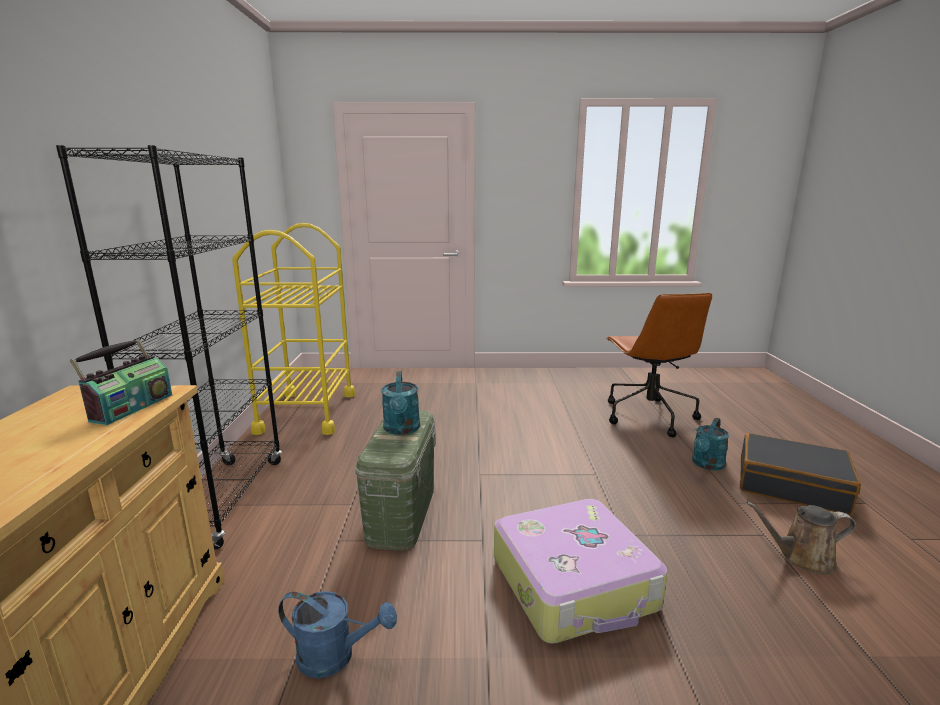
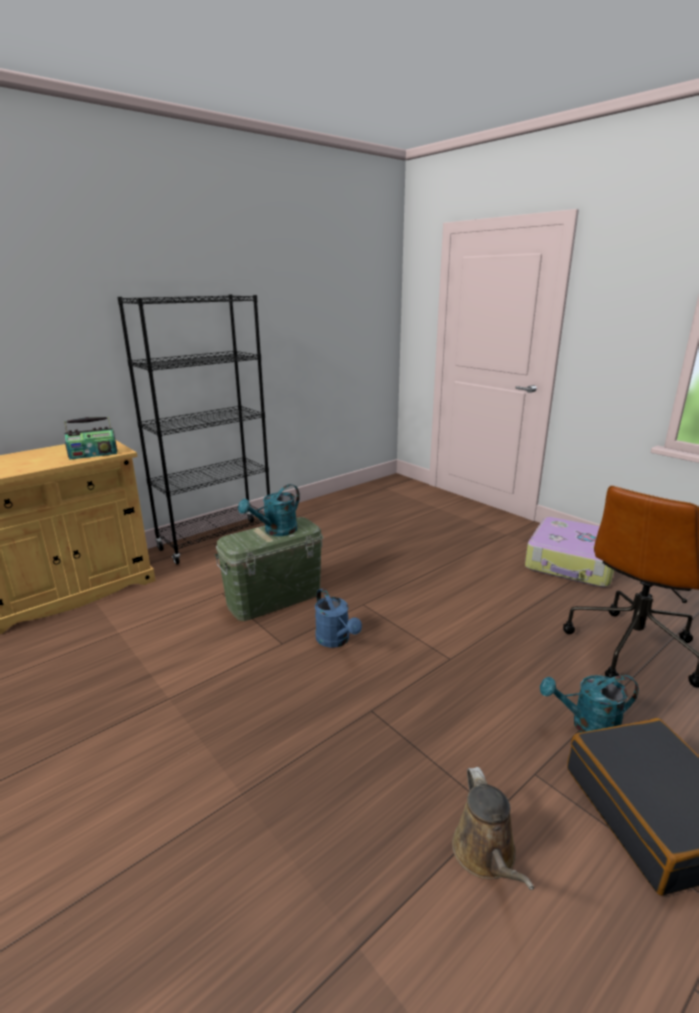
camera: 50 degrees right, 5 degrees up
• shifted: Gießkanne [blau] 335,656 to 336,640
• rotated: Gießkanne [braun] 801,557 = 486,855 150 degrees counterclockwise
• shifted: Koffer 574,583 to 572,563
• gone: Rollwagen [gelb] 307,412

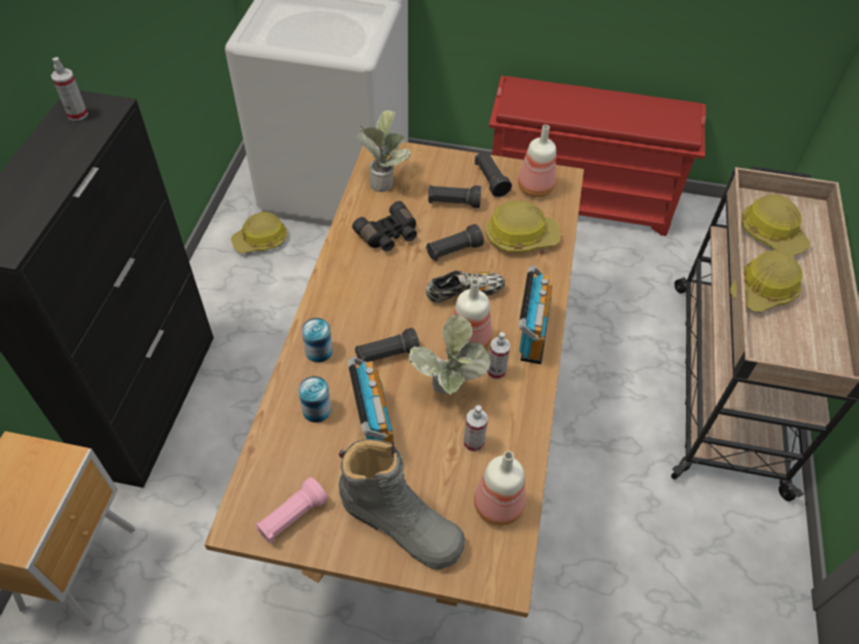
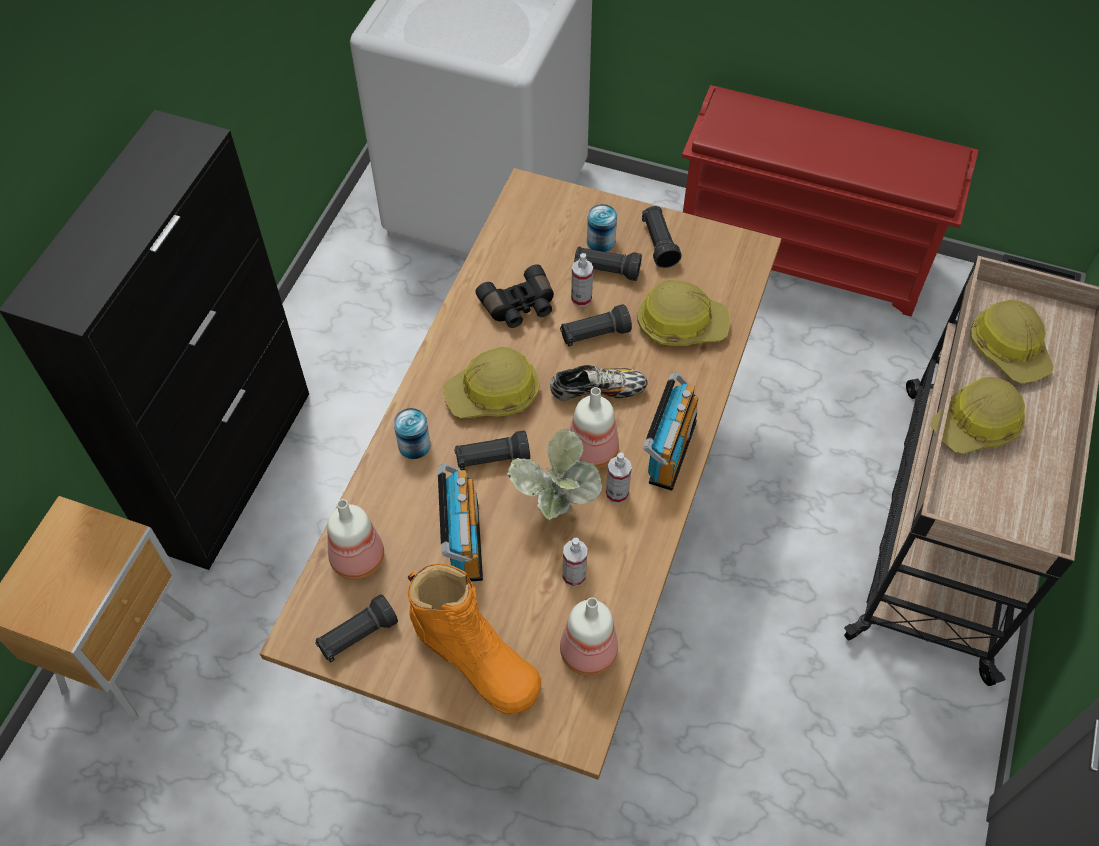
camera: 10 degrees right, 5 degrees up
• repainted: Taschenlampe [rosa] 292,517 to Taschenlampe [schwarz] 357,635
• shifted: Flasche 535,189 to 358,560
• repainted: Stiefel [grau] 401,523 to Stiefel [orange] 476,658
• shifted: Schutzhelm 261,240 to 493,394
• shifted: Sprühflasche 77,114 to 581,298
• shifted: Dose 316,410 to 601,241
• gone: Topfpflanze 384,180

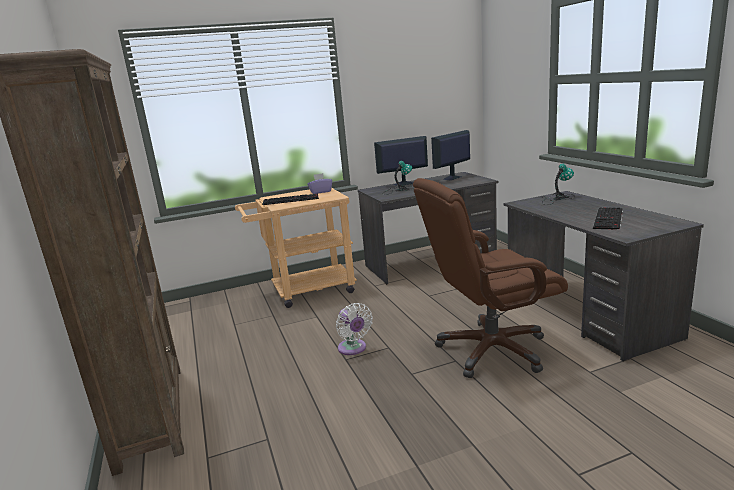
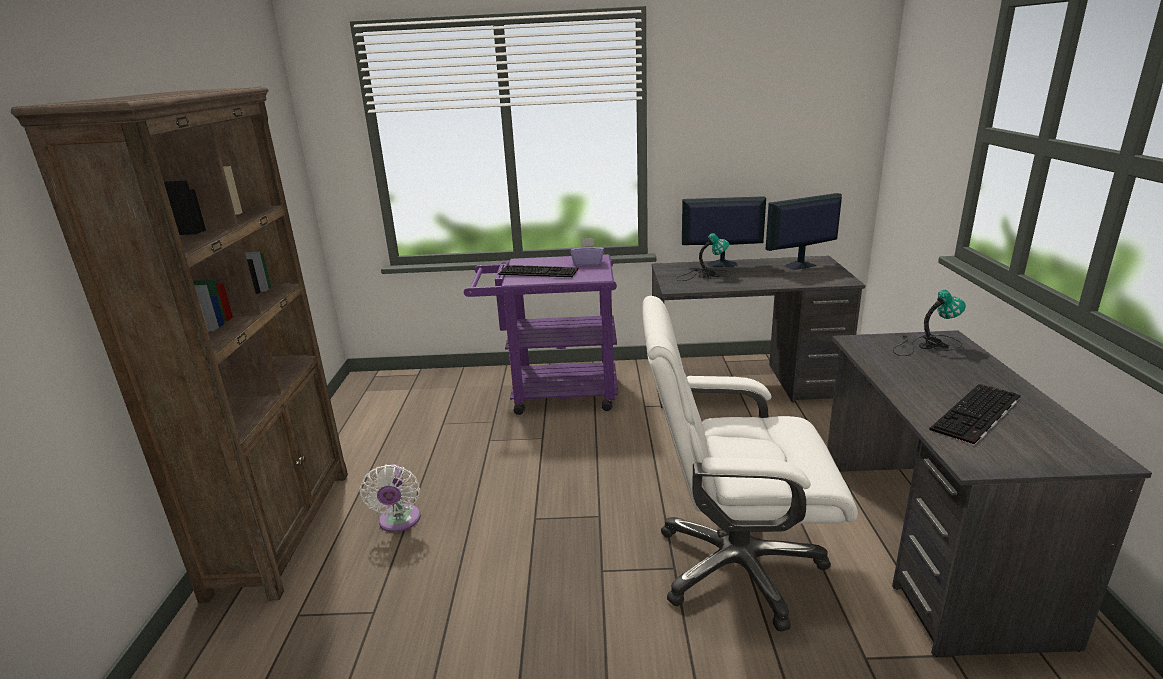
camera: 20 degrees right, 5 degrees up
• shifted: Ventilator [weiß] 353,349 to 399,522
• repainted: Rollwagen [beige] 305,291 to Rollwagen [lila] 553,393
• repainted: Bürostuhl [braun] 491,350 to Bürostuhl [weiß] 735,566

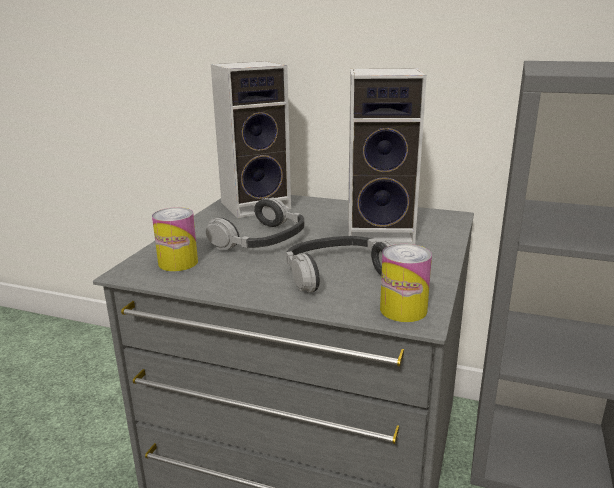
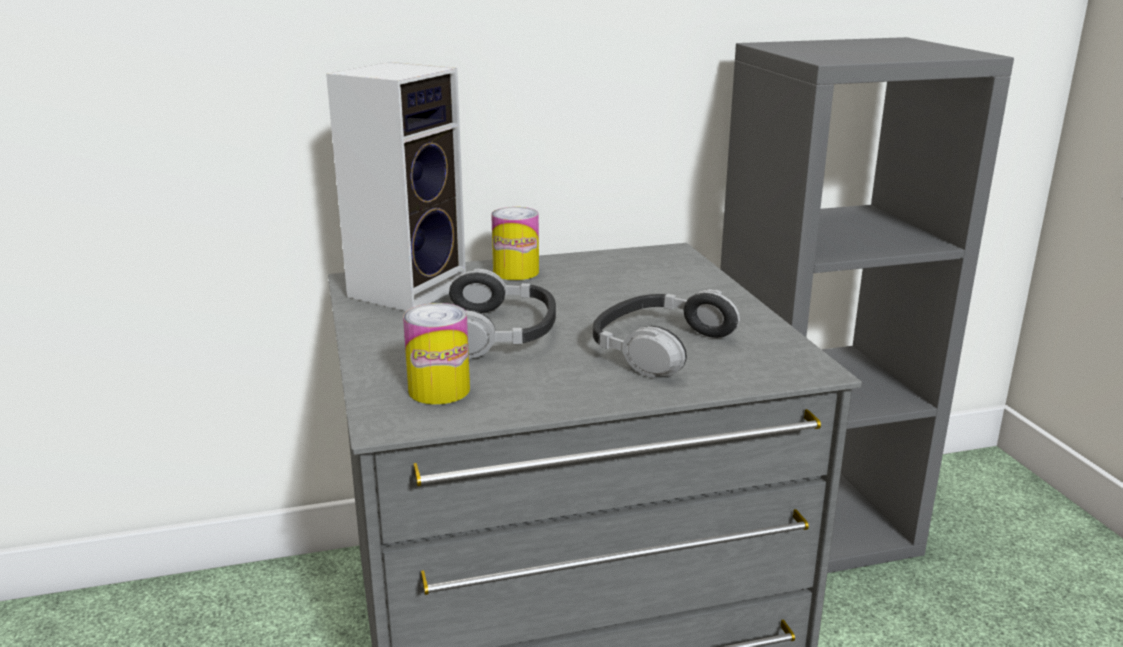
camera: 35 degrees left, 0 degrees up
• shifted: Dose 403,310 to 516,272
• gone: Lautsprecher 382,232

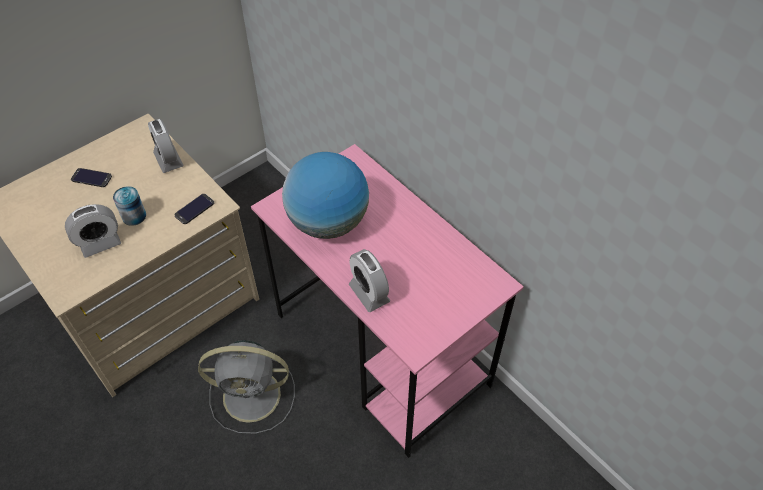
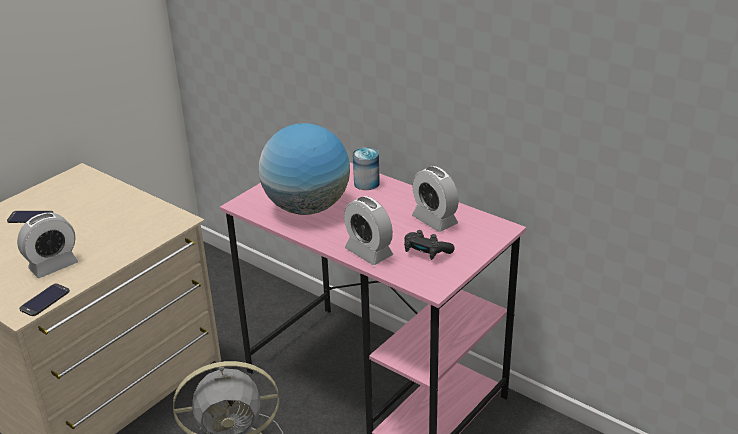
camera: 10 degrees left, 20 degrees down
• shifted: Handy 194,209 to 45,300
• shifted: Dose 134,216 to 366,183
• new: Gamepad [schwarz] 426,252
• shifted: Wecker 168,159 to 434,220

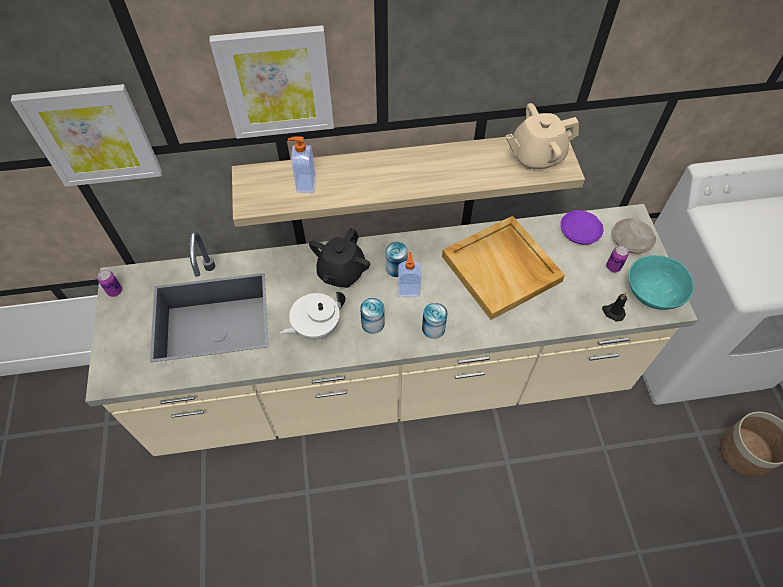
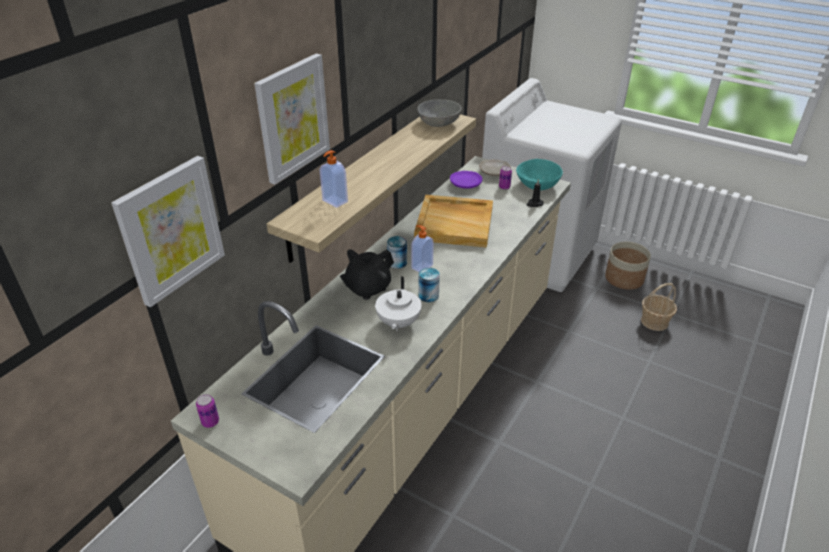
camera: 50 degrees left, 20 degrees down
• rotated: Teekanne [schwarz] 341,272 = 367,288 75 degrees clockwise
• swapped: Teekanne [beige] 535,156 to Schüssel [grau] 438,122
• new: Korb 654,321
• gone: Dose 433,328

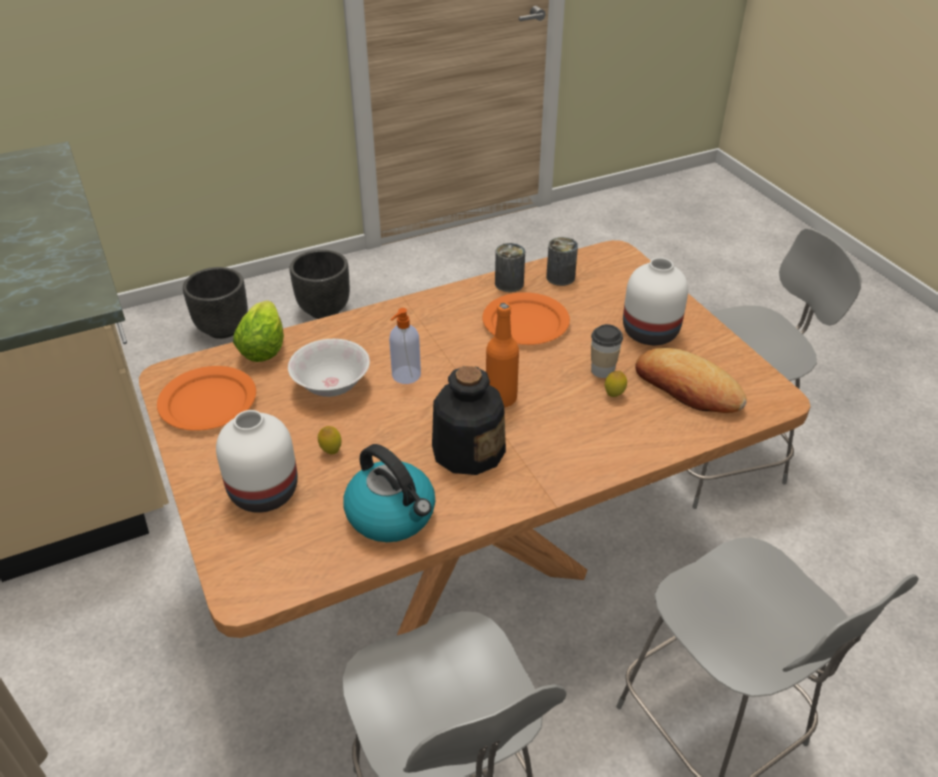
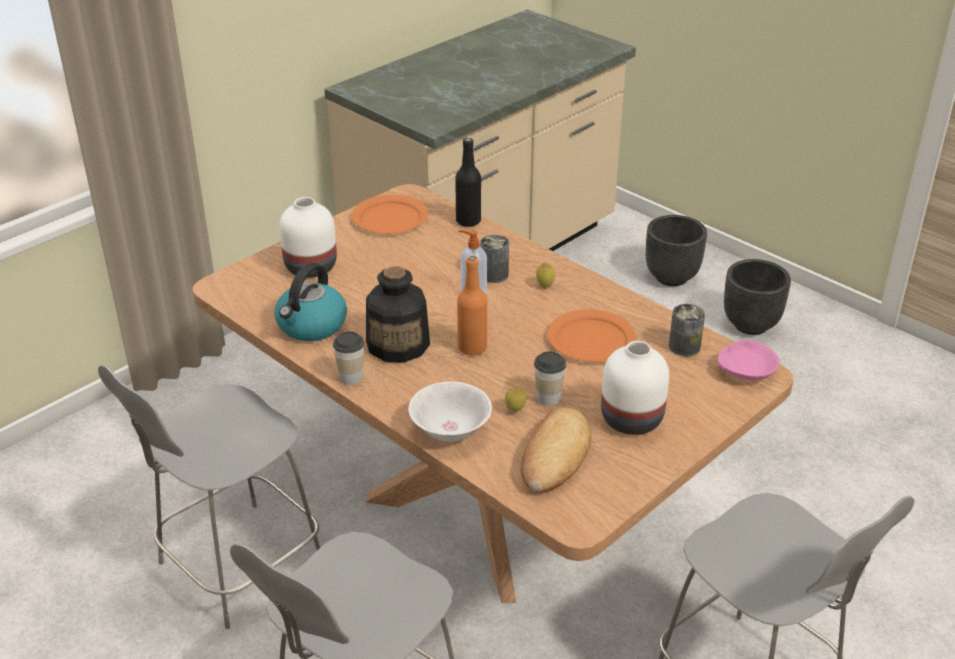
camera: 70 degrees right, 5 degrees down
• new: Tasse 351,377
• shifted: Schüssel [weiß] 331,386 to 450,430
• swapped: Salatkopf 264,346 to Flasche [schwarz] 468,221
• shifted: Dose 509,283 to 494,275
• shifted: Zitrone 331,451 to 545,286
• new: Schüssel [rosa] 745,371

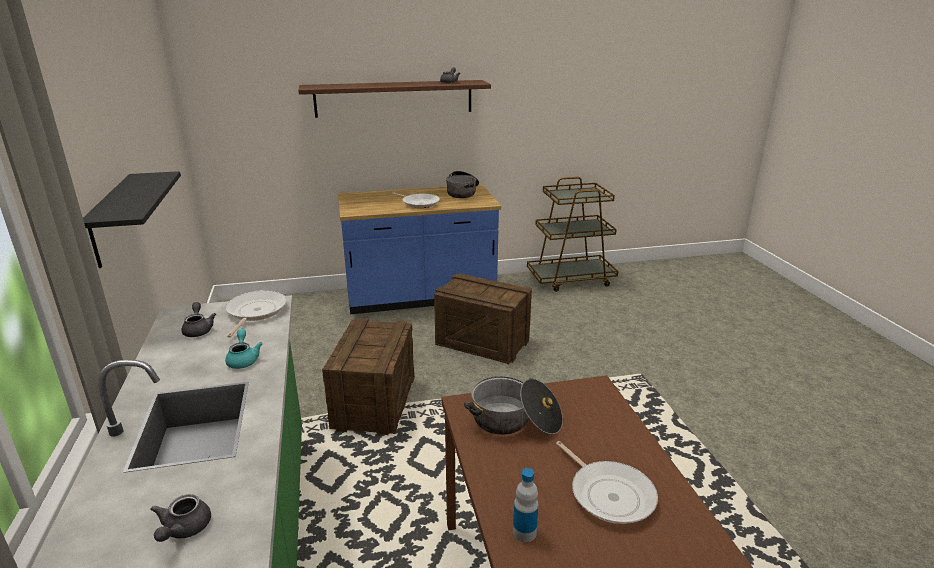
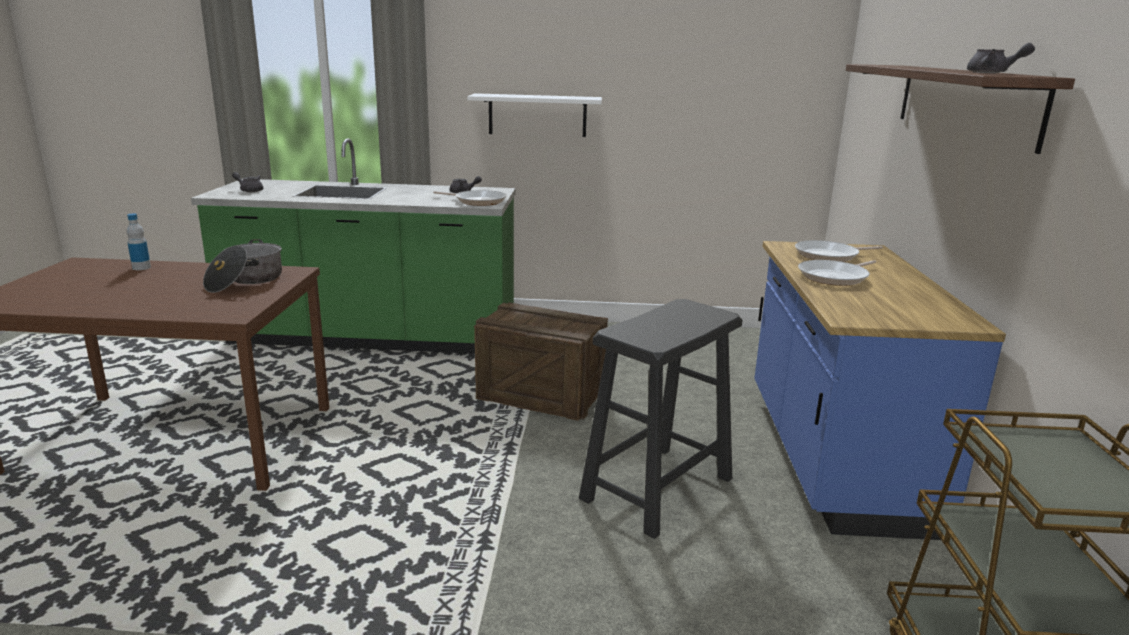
camera: 105 degrees right, 5 degrees down
• repainted: Wandregal [schwarz] 112,220 to Wandregal [weiß] 537,115
• swapped: Kiste 482,342 to Hocker [schwarz] 658,488
• shifted: Pfanne 609,494 to 829,256
• gone: Teekanne [türkis] 243,359
• gone: Kochtopf 463,192

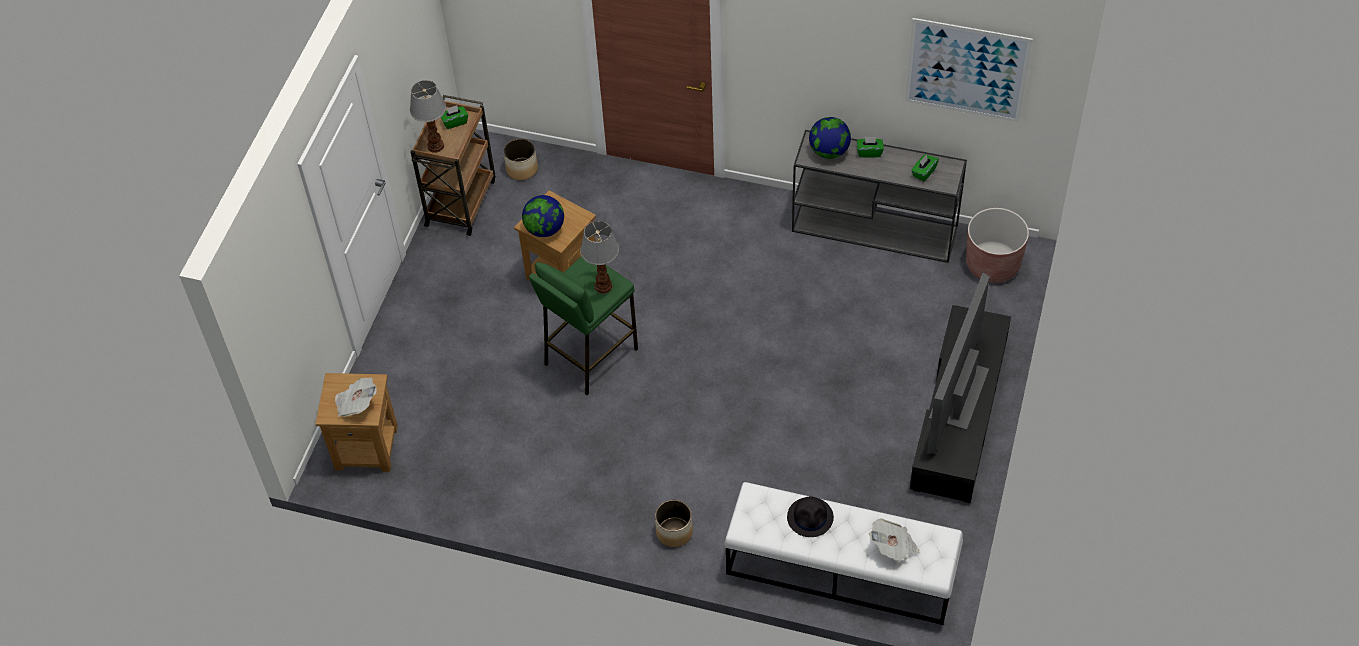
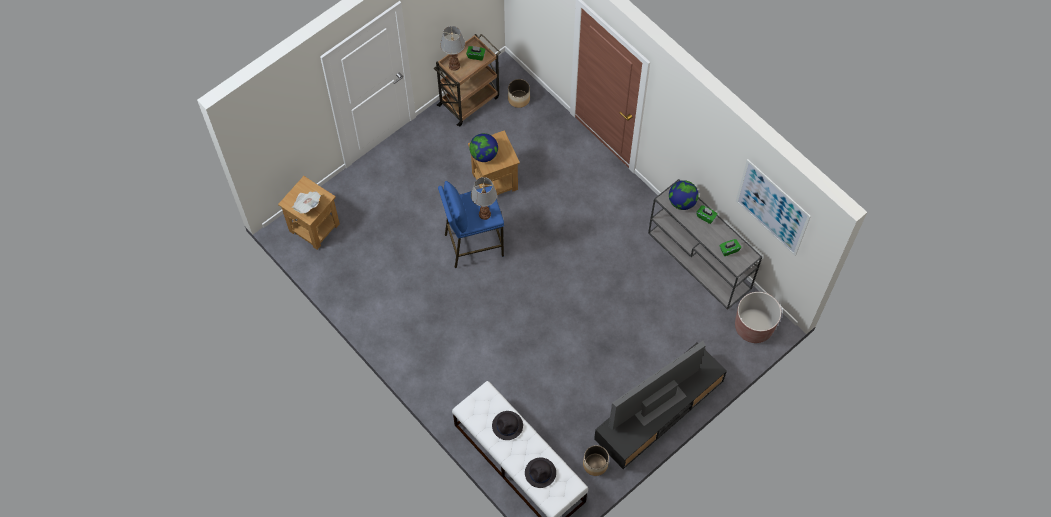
camera: 30 degrees right, 10 degrees up
• repainted: Hocker [grün] 590,356 to Hocker [blau] 473,244
• swapped: Zeitung 893,547 to Hut [schwarz] 540,473
• shifted: Pflanzkübel 674,532 to 595,464

